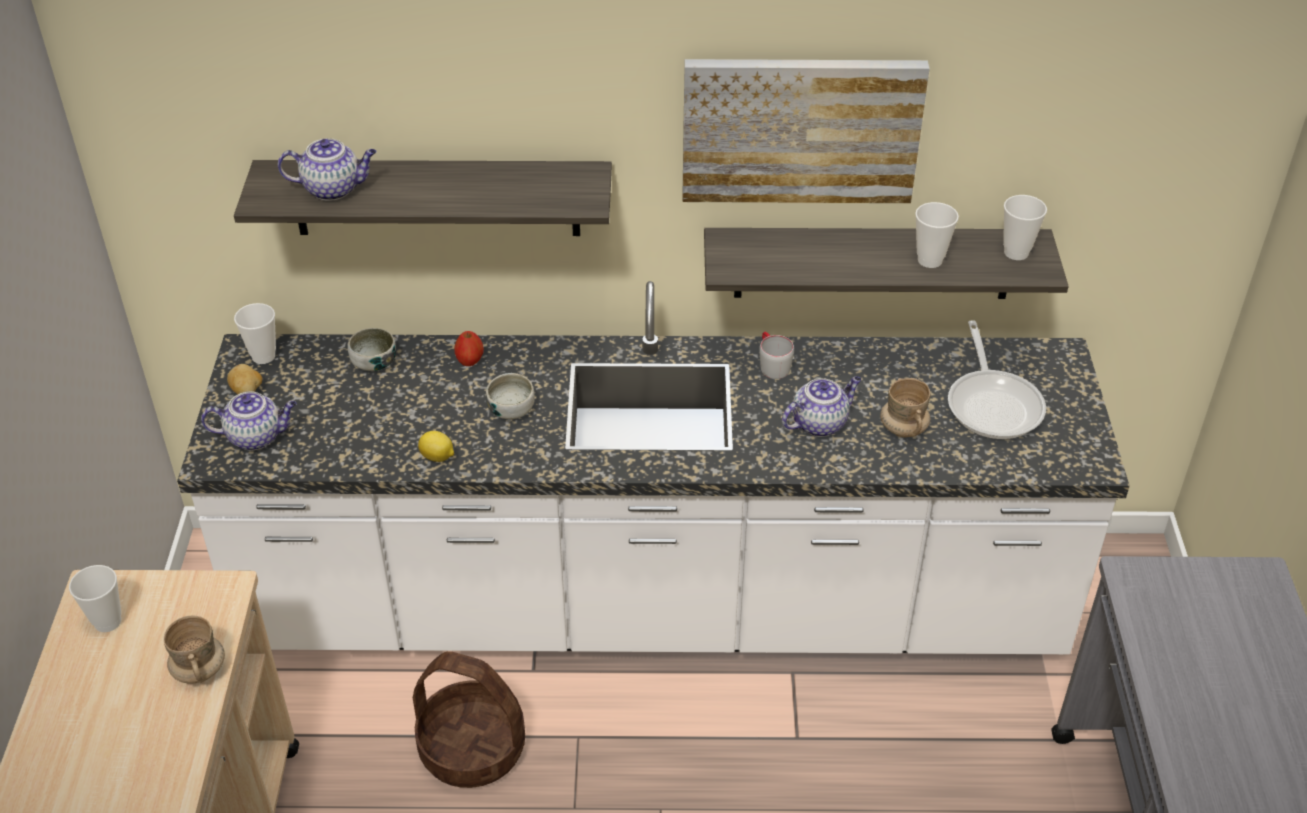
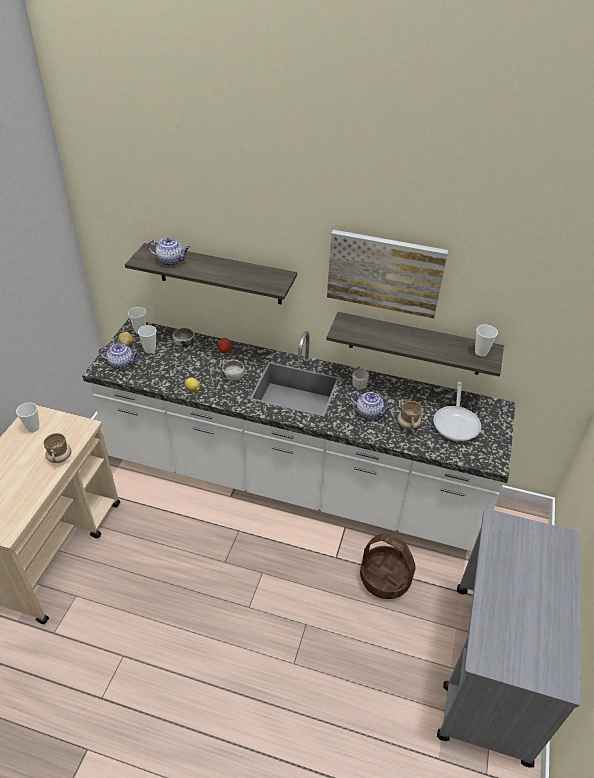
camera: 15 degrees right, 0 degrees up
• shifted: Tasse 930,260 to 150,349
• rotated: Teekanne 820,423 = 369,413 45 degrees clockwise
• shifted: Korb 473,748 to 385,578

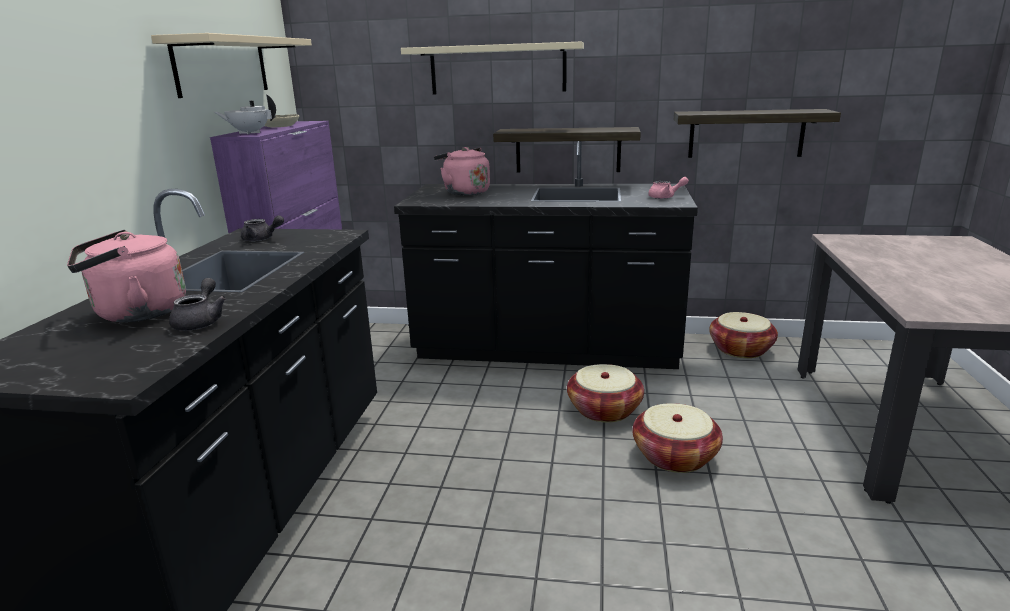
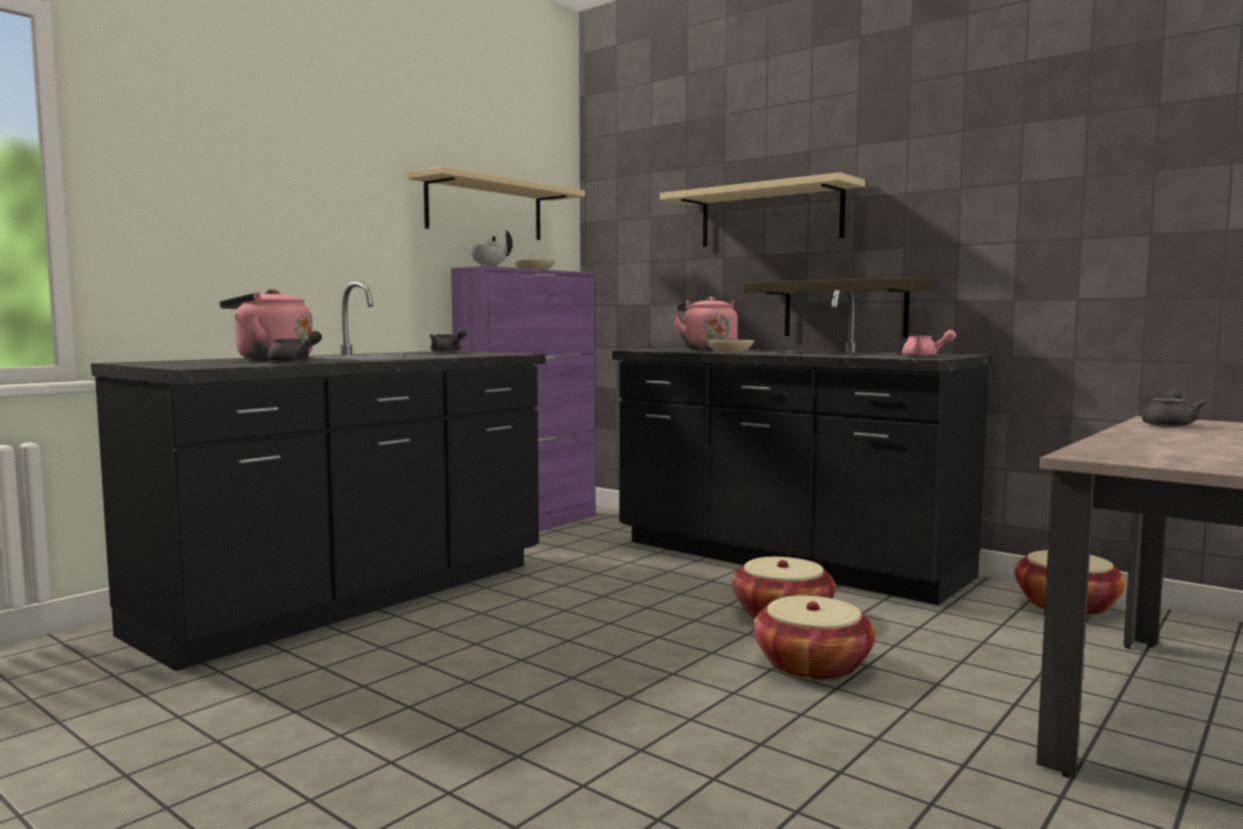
camera: 30 degrees right, 15 degrees down
• new: Schüssel [beige] 730,351
• new: Teekanne [grau] 1169,424
• gone: Wandregal 746,133

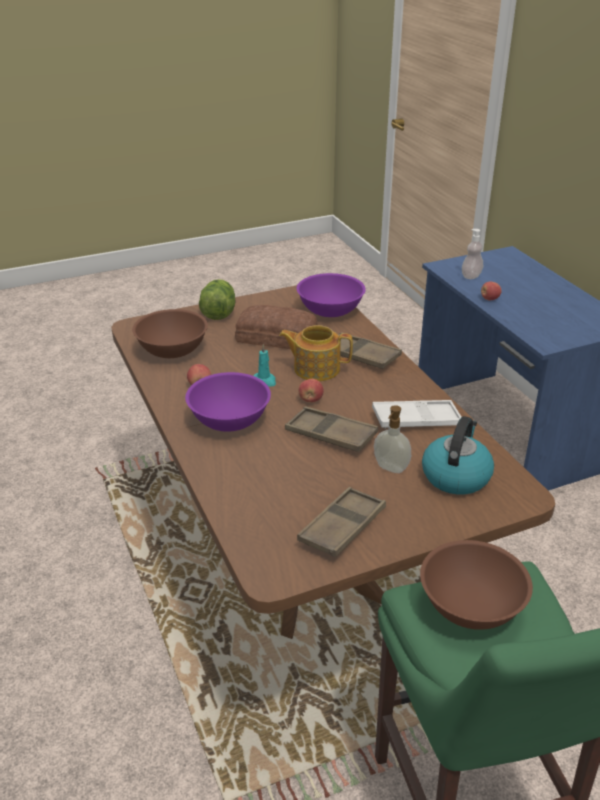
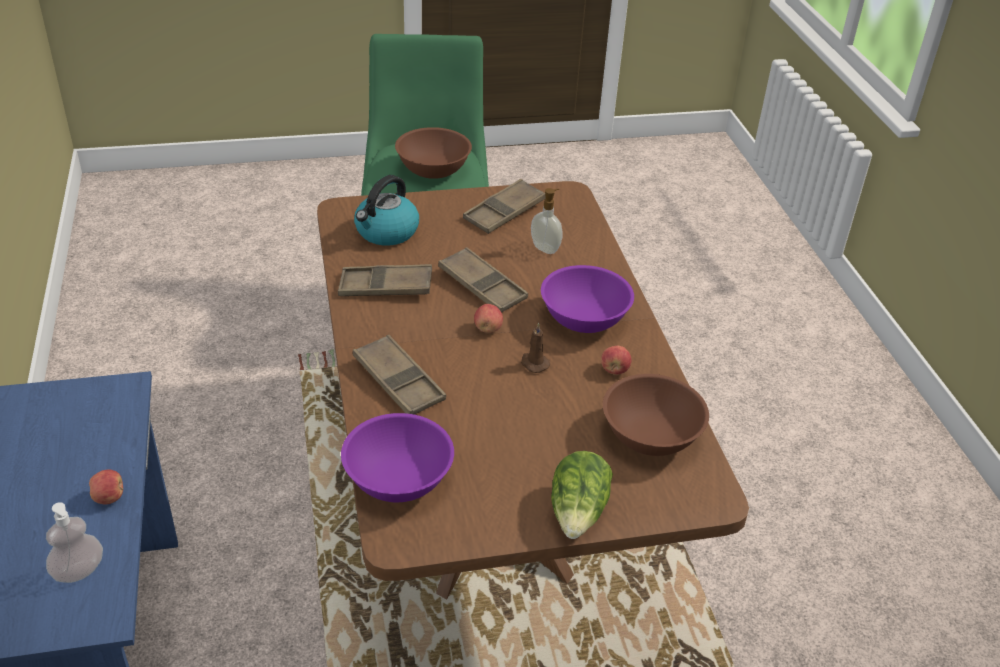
camera: 170 degrees left, 5 degrees up
• repainted: Tablett [weiß] 416,420 to Tablett [braun] 385,287
• repainted: Kerze [türkis] 265,381 to Kerze [braun] 534,363
• shifted: Seifenspender 390,468 to 545,248
• gone: Brot 277,338
• gone: Teekanne 315,368

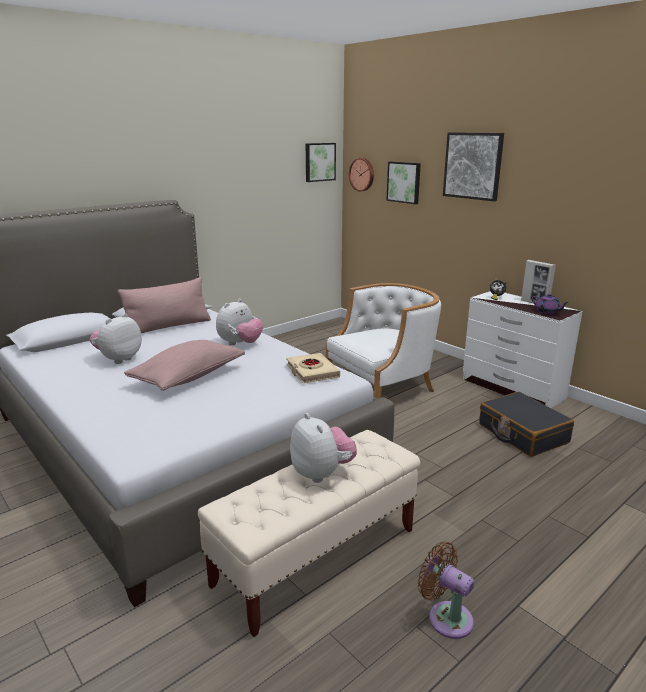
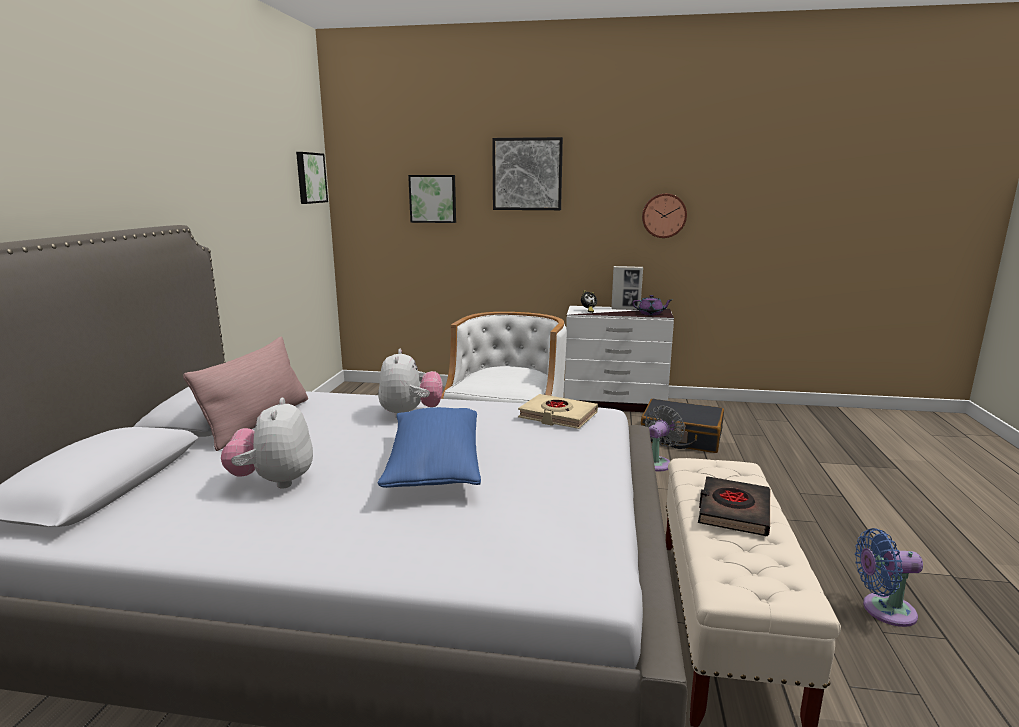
camera: 40 degrees left, 5 degrees down
• repainted: Kissen [rosa] 188,377 to Kissen [blau] 434,467
• shifted: Wanduhr 362,174 to 664,215
• new: Ventilator [grau] 657,463
• swapped: Plüschtier 322,473 to Buch [schwarz] 733,511
• repainted: Ventilator [braun] 446,617 to Ventilator [blau] 883,610

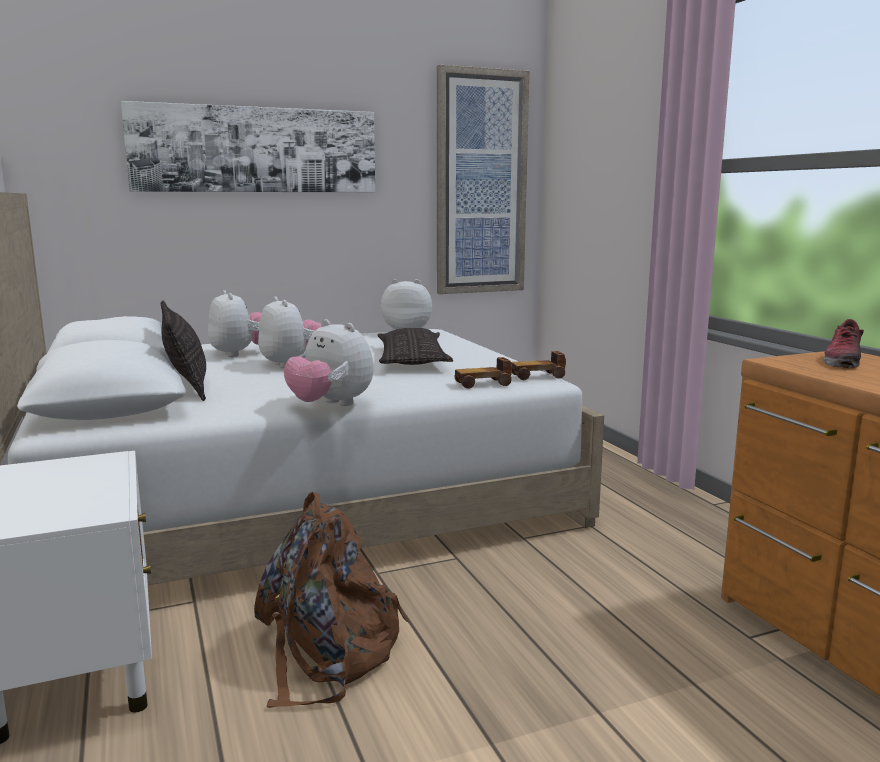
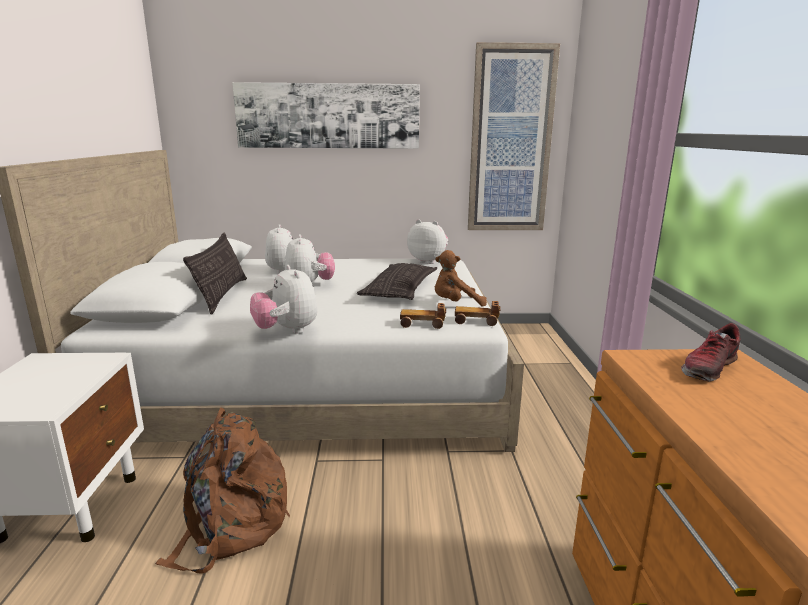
camera: 20 degrees right, 5 degrees up
• new: Plüschtier [braun] 455,304

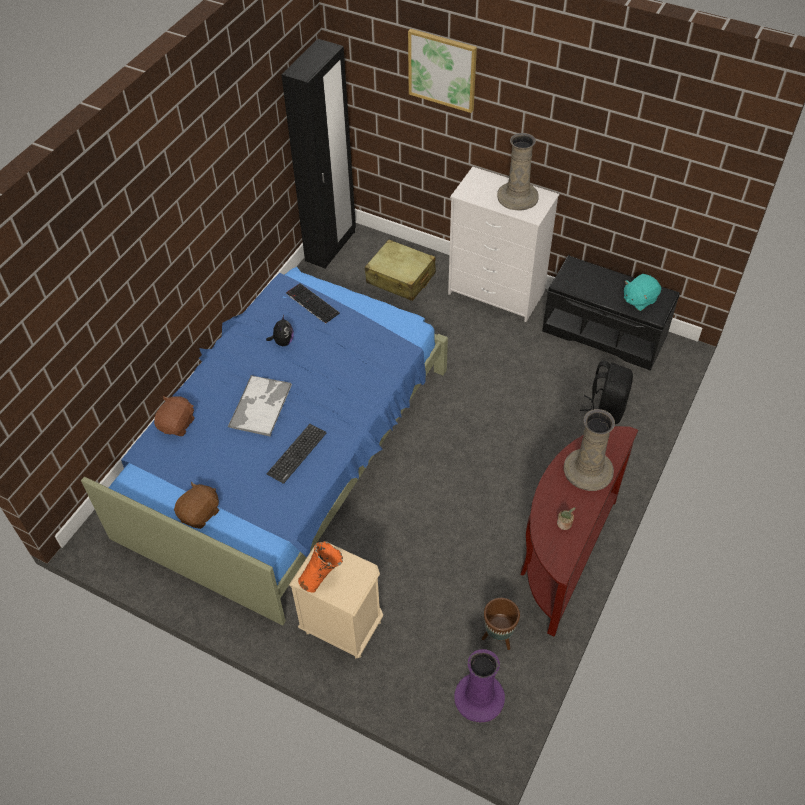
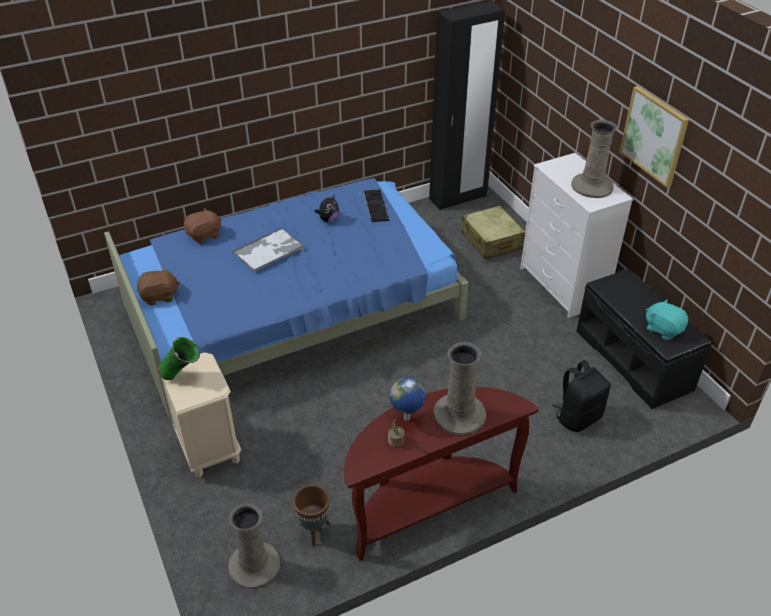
camera: 35 degrees right, 10 degrees down
• repainted: Vase [orange] 322,579 to Vase [grün] 183,376
• repainted: Vase [lila] 479,698 to Vase [beige] 254,566
• new: Globus 407,419
• shifted: Bild 442,70 to 654,136
• rotated: Plüschtier [türkis] 639,300 = 663,329 45 degrees clockwise
• gone: Tastatur 297,453

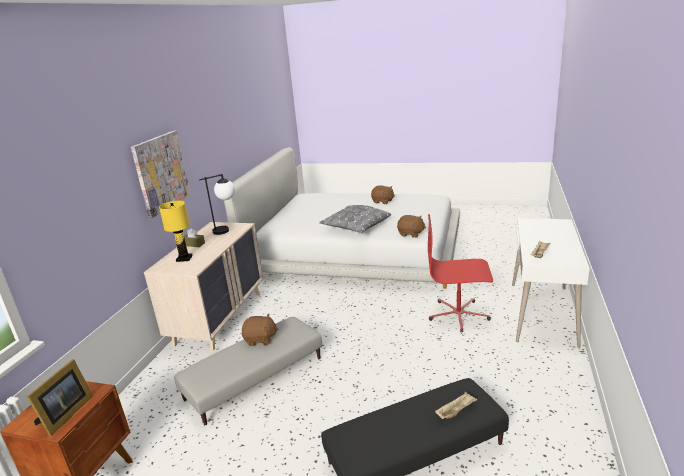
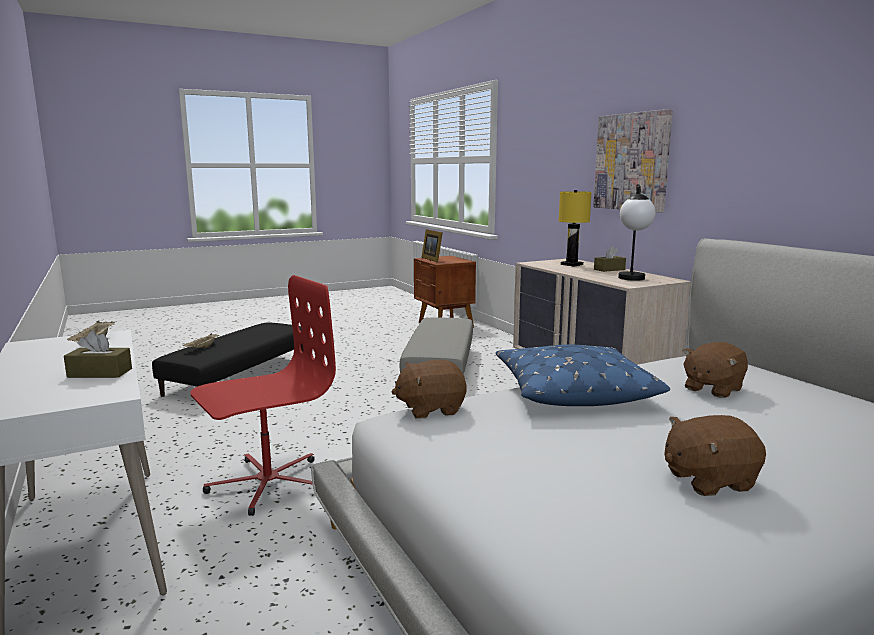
camera: 135 degrees right, 10 degrees down
• new: Taschentuchbox [braun] 100,373
• repainted: Kissen [grau] 355,227 to Kissen [blau] 572,391
• shifted: Plüschtier [braun] 260,339 to 712,389

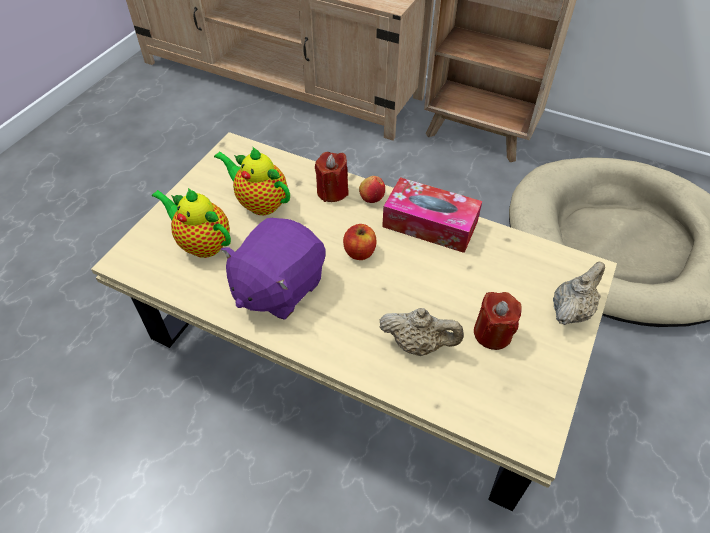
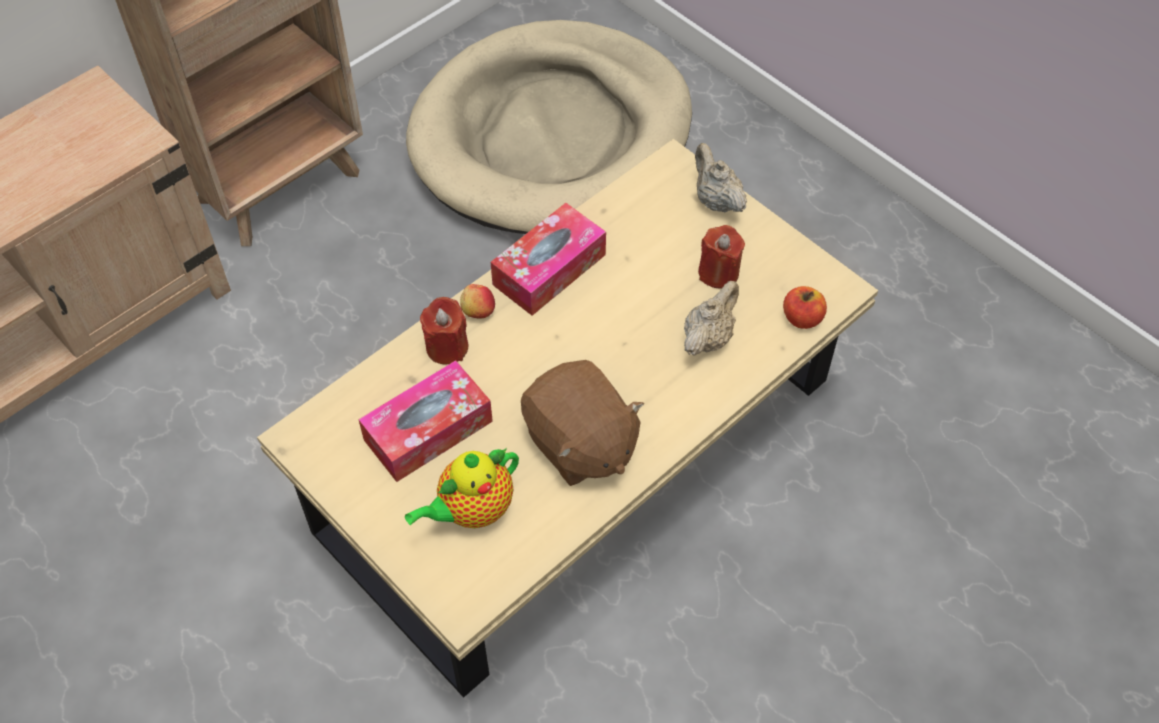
camera: 70 degrees left, 5 degrees up
• swapped: Teekanne 260,203 to Taschentuchbox 428,430
• repainted: Plüschtier [lila] 278,287 to Plüschtier [braun] 579,444
• shifted: Apfel 359,252 to 802,318

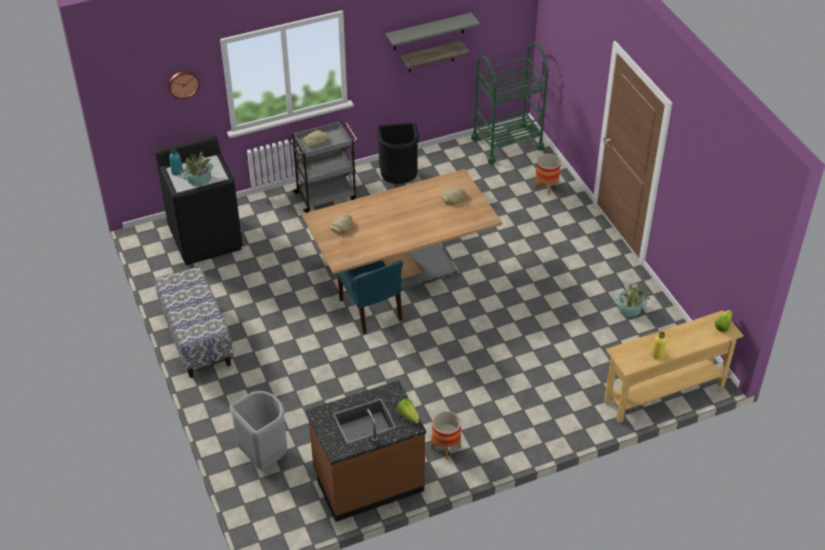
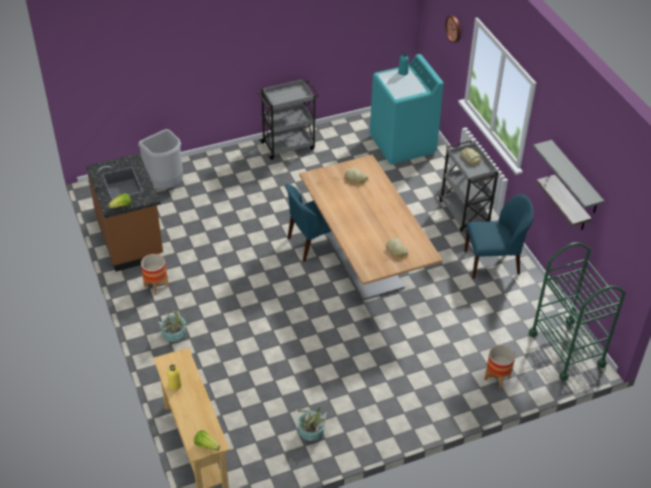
camera: 90 degrees right, 0 degrees up
• shifted: Topfpflanze 199,179 to 174,334
• swapped: Bank 196,338 to Rollwagen [grau] 288,145
• repainted: Waschmaschine [schwarz] 206,238 to Waschmaschine [türkis] 402,144
• swapped: Mülleimer [schwarz] 398,180 to Stuhl [blau] 493,262

